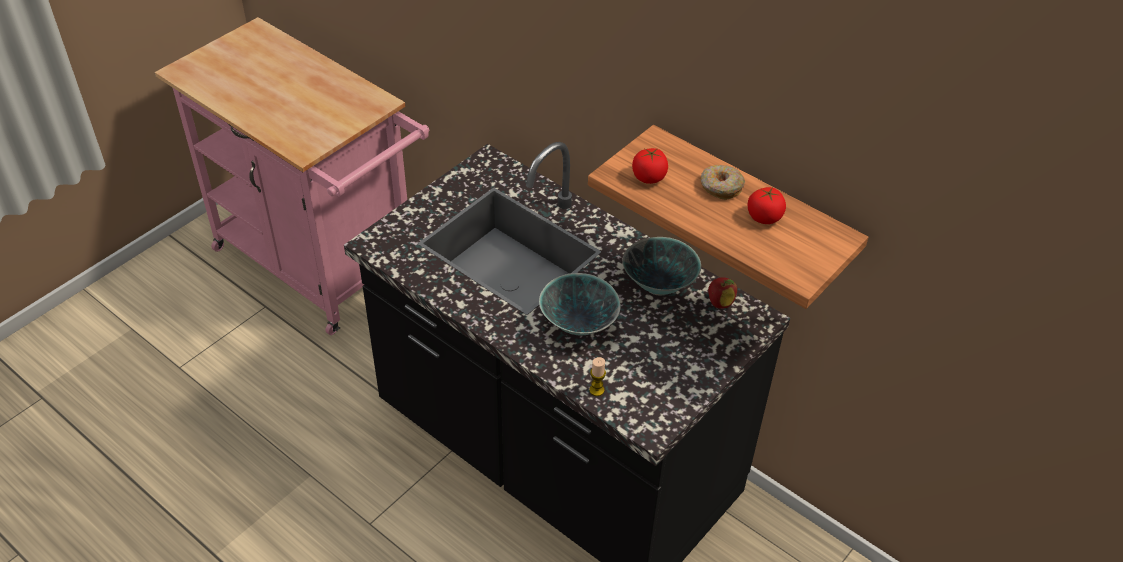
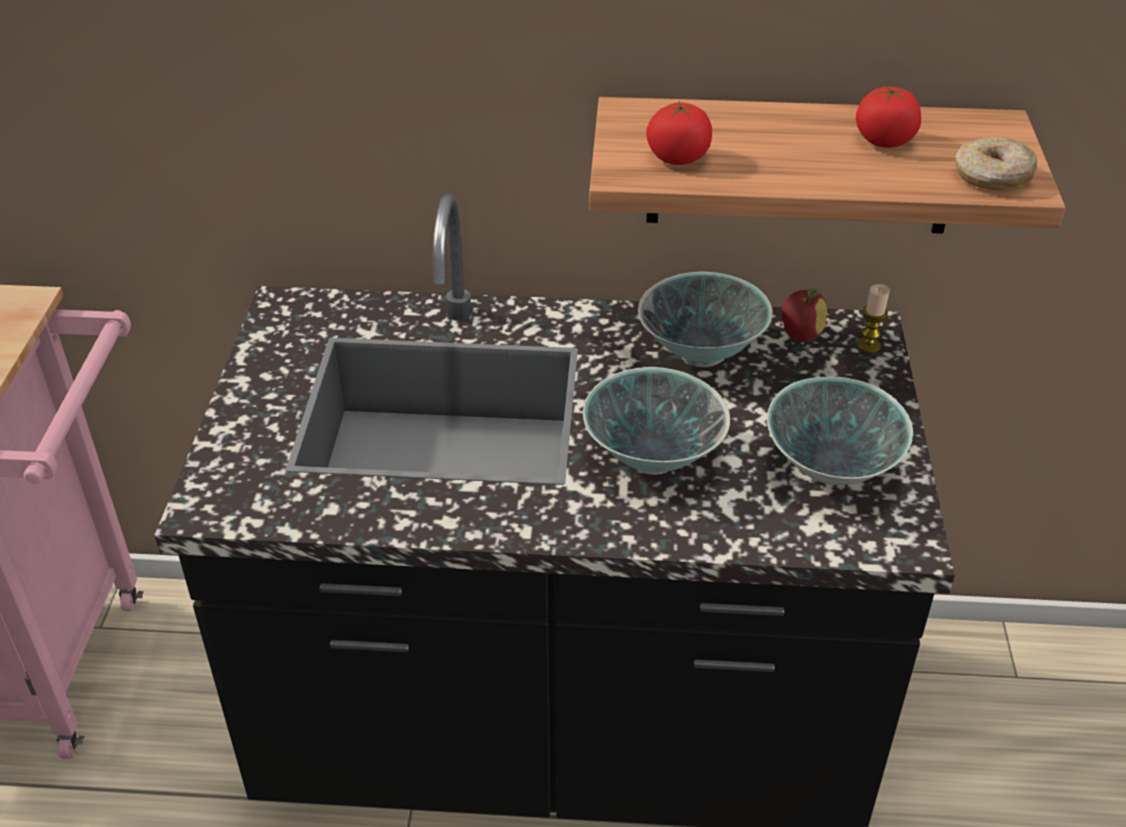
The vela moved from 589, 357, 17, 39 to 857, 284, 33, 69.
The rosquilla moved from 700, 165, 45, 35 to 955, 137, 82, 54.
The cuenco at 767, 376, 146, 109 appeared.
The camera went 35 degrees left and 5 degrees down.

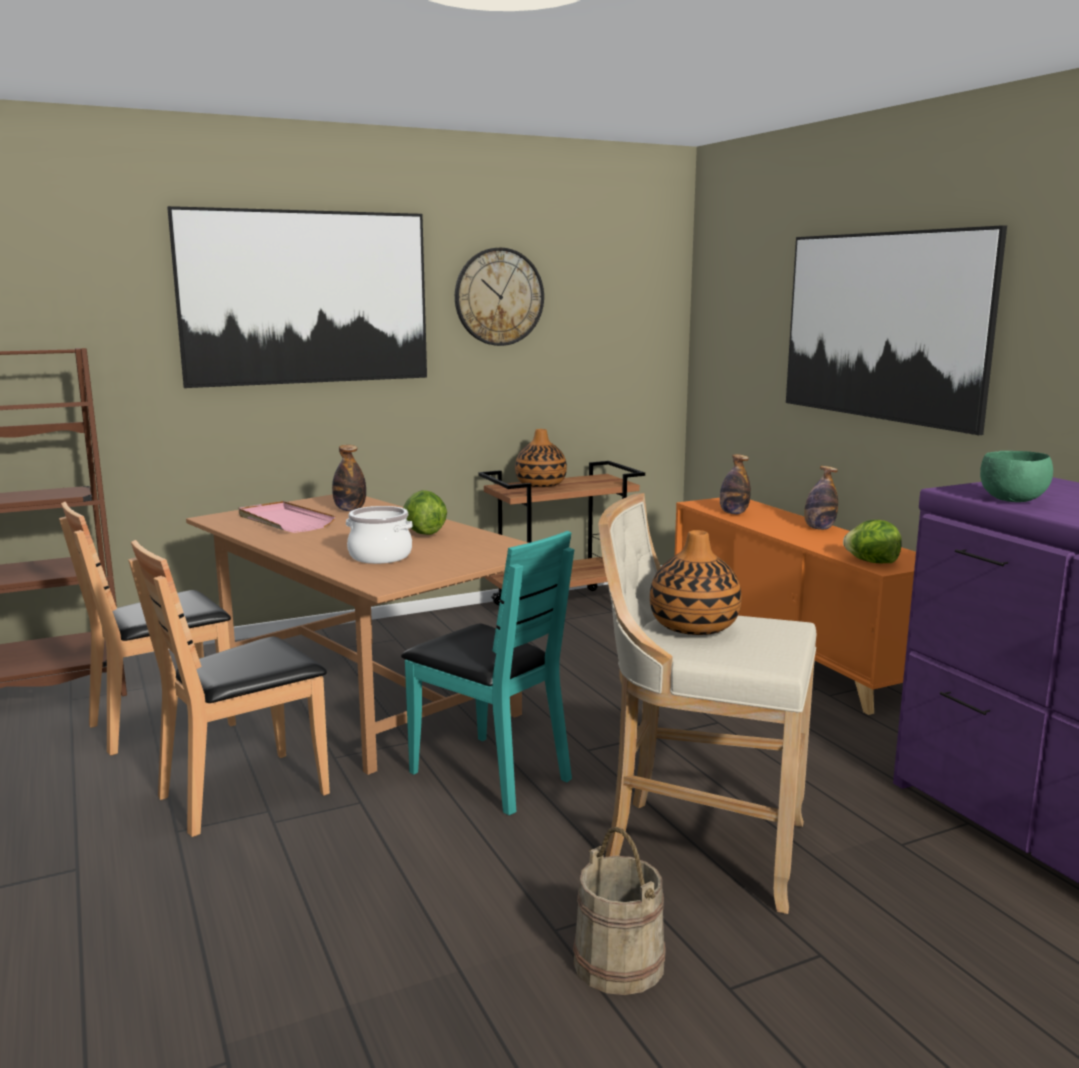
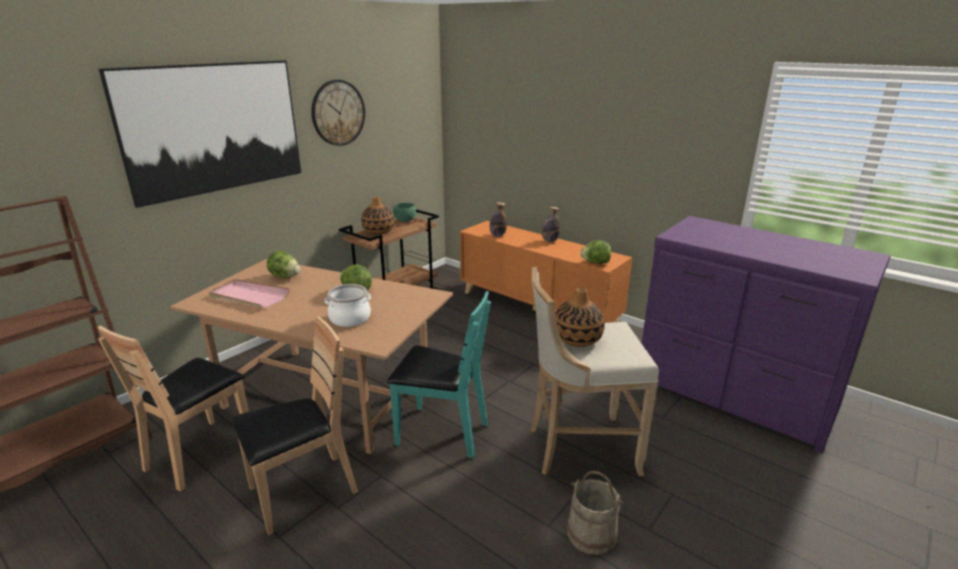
The silla (marrón) at 128, 540, 202, 297 turned 150 degrees counterclockwise.
The botella at 332, 445, 34, 66 was replaced by the lechuga at 267, 251, 33, 27.
The cuadro at 786, 225, 221, 210 disappeared.
The cuenco (verde) moved from 980, 451, 73, 51 to 393, 203, 23, 19.
The camera went 25 degrees left and 10 degrees up.

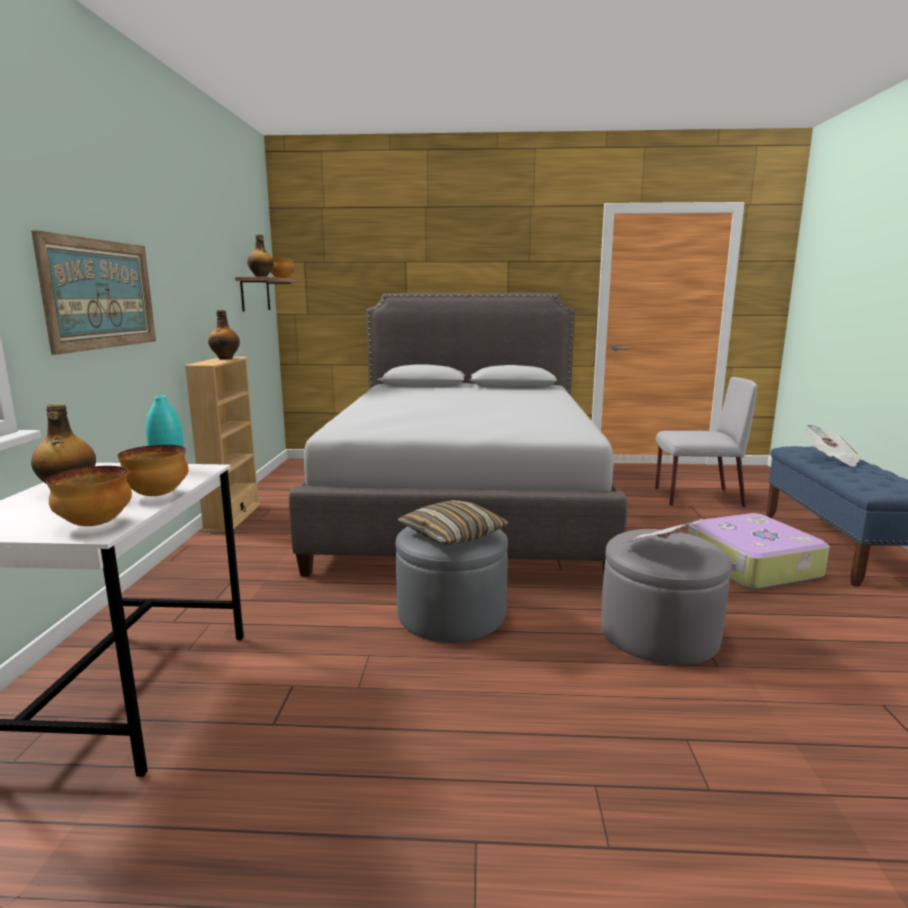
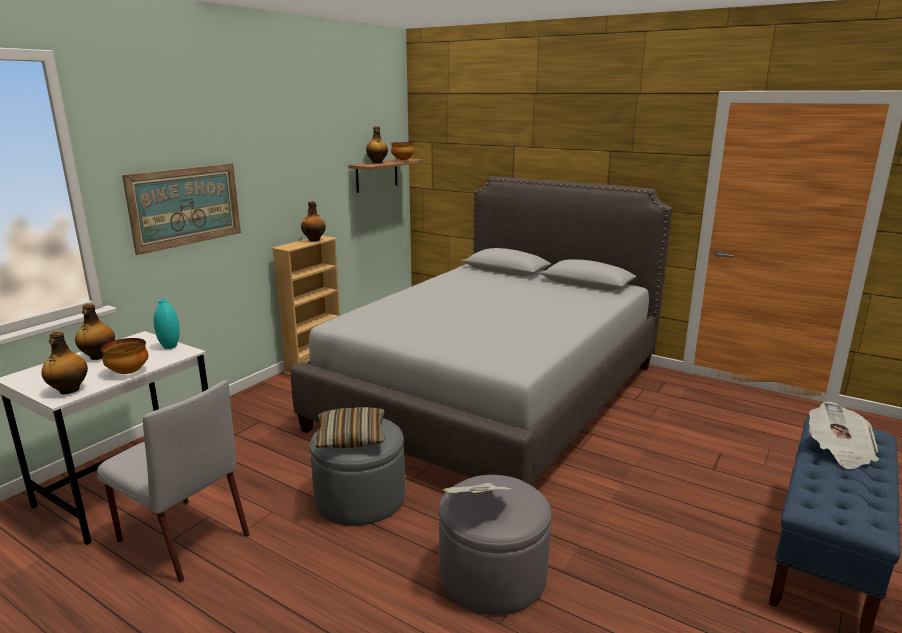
The cuenco at 46, 466, 86, 60 was replaced by the botella at 42, 331, 46, 63.
The silla (gris) moved from 655, 377, 102, 131 to 97, 380, 152, 202.
The maleta at 688, 513, 142, 77 disappeared.
The camera went 30 degrees right and 5 degrees up.

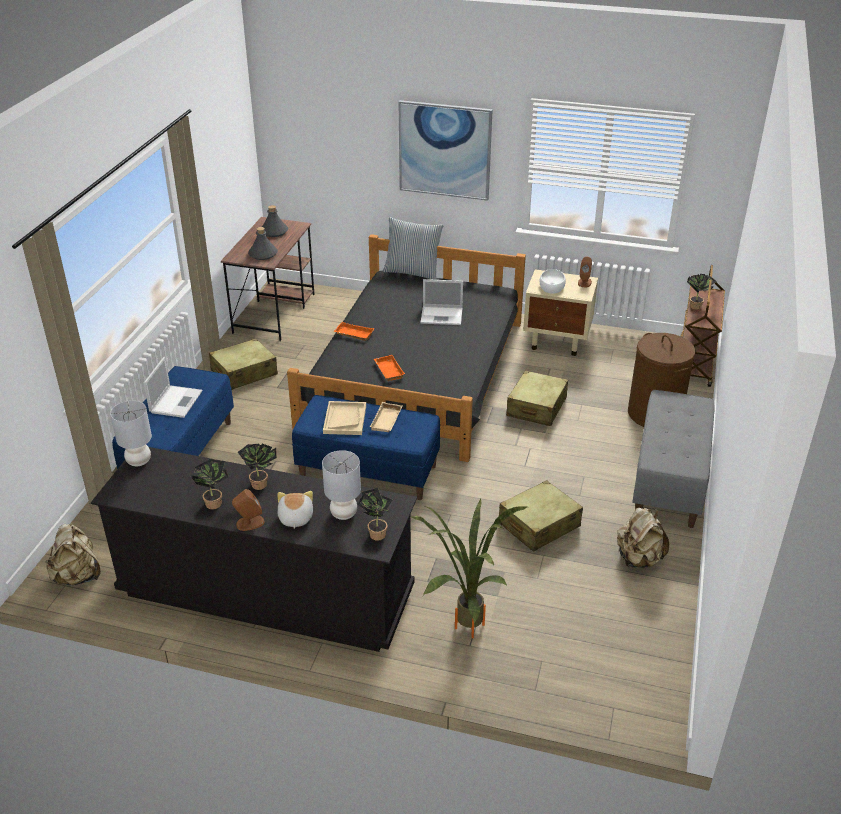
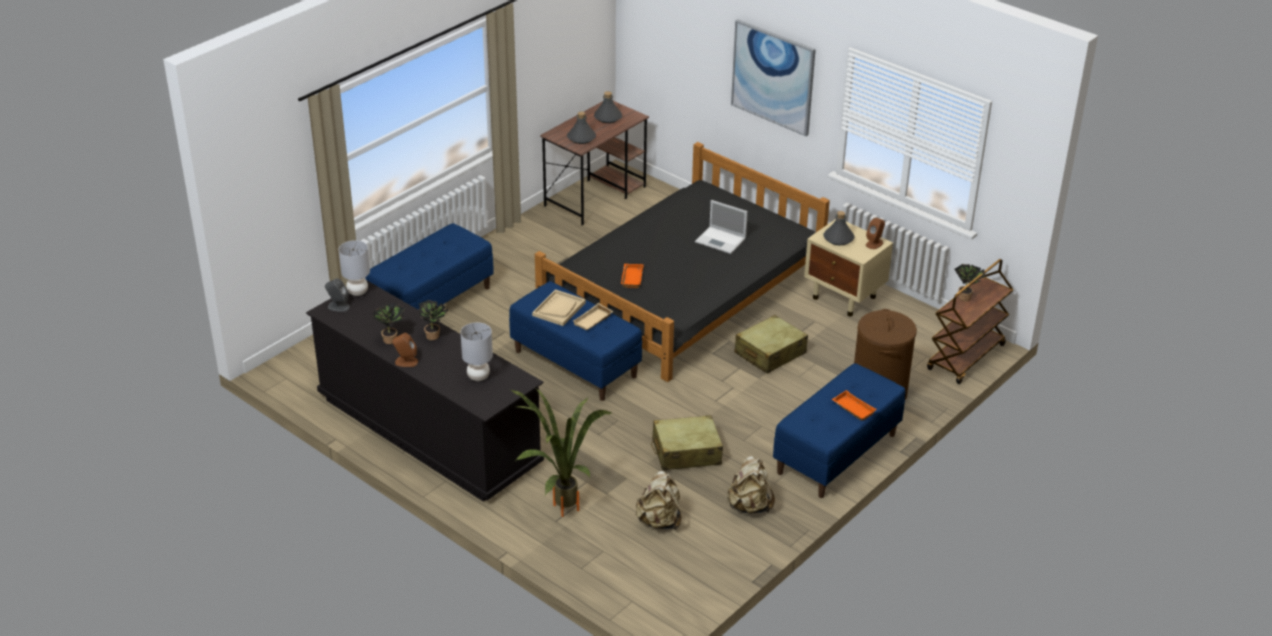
The mochila (beis) moved from 46, 524, 55, 62 to 636, 471, 45, 59.
The portátil at 144, 357, 58, 61 disappeared.
The maleta (beis) at 209, 338, 69, 52 disappeared.
The peluche at 277, 491, 36, 38 disappeared.
The bandeja (naranja) moved from 334, 322, 41, 19 to 832, 390, 45, 31.
The planta en maceta at 357, 488, 35, 53 disappeared.
The cojín at 383, 217, 60, 63 disappeared.
The cuenco (blanco) at 540, 269, 26, 25 was replaced by the botella (gris) at 824, 211, 30, 35.
The banco (gris) at 632, 390, 83, 138 became the banco (azul) at 773, 363, 132, 135.
The altavoz (gris) at 325, 278, 25, 34 appeared.
The camera went 25 degrees right and 0 degrees up.

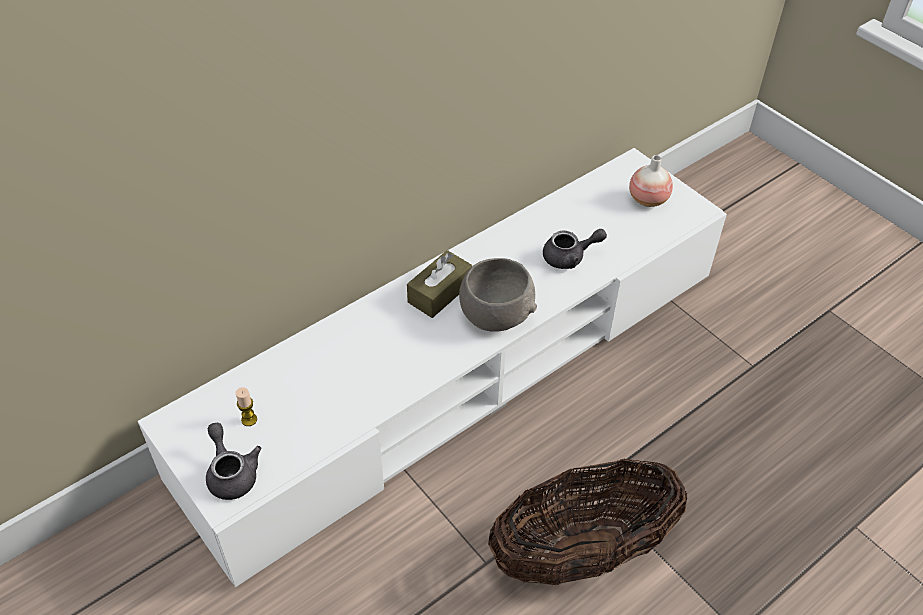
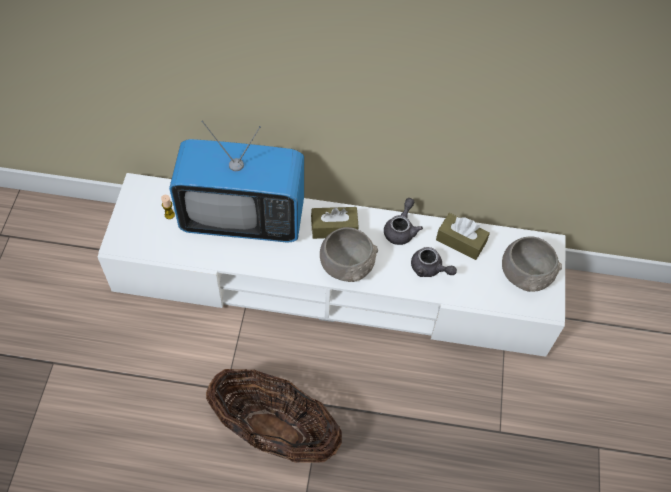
The tetera (gris) moved from 206, 423, 55, 77 to 384, 198, 39, 47.
The florero at 629, 155, 44, 52 was replaced by the cuenco (gris) at 502, 236, 60, 56.
The televisor at 169, 120, 135, 123 appeared.
The caja de pañuelos (marrón) at 436, 213, 54, 47 appeared.
The camera went 45 degrees right and 10 degrees up.

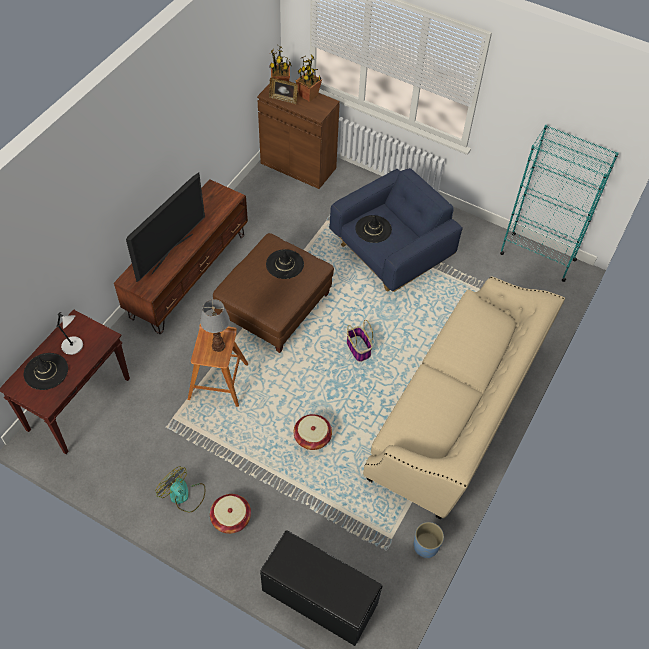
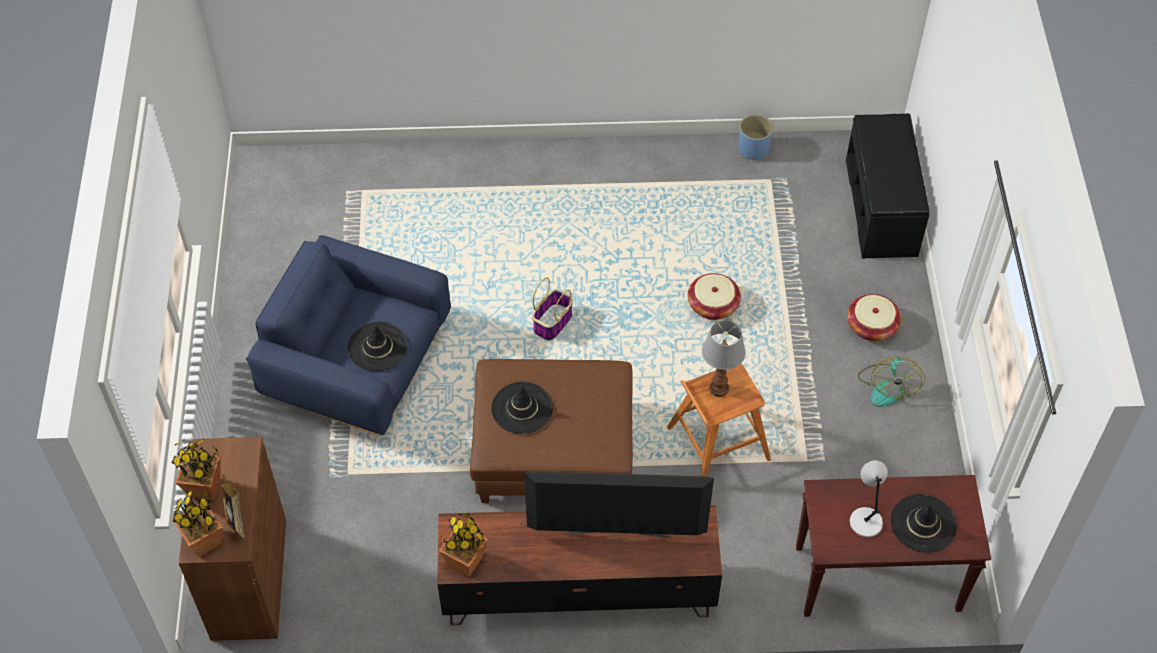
The sofá (beis) at 363, 276, 202, 243 disappeared.
The estantería (turquesa) at 500, 125, 119, 157 disappeared.
The planta en maceta at 439, 514, 49, 63 appeared.
The camera went 120 degrees left and 0 degrees up.

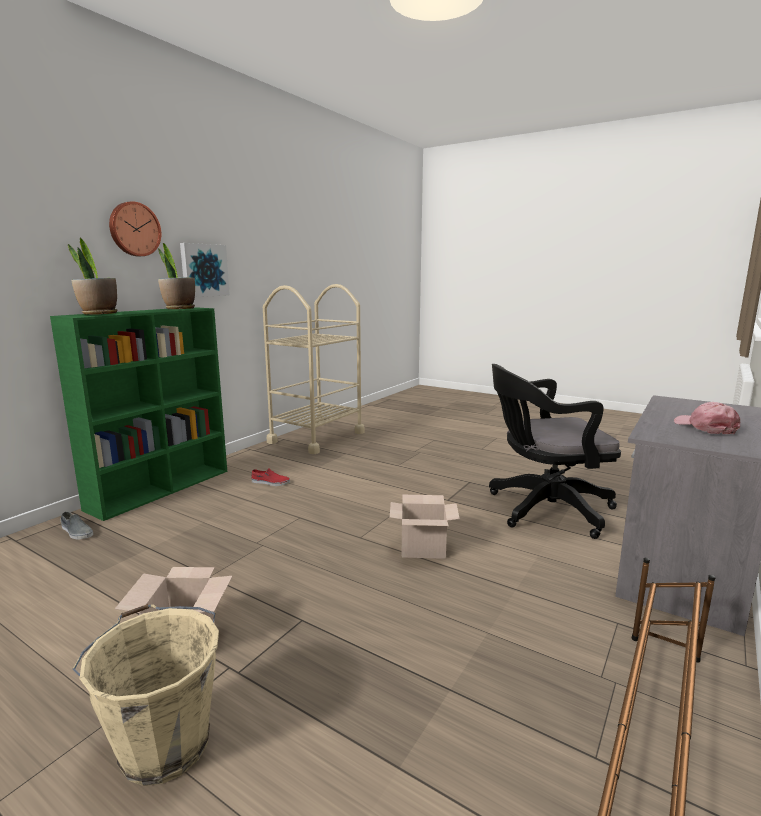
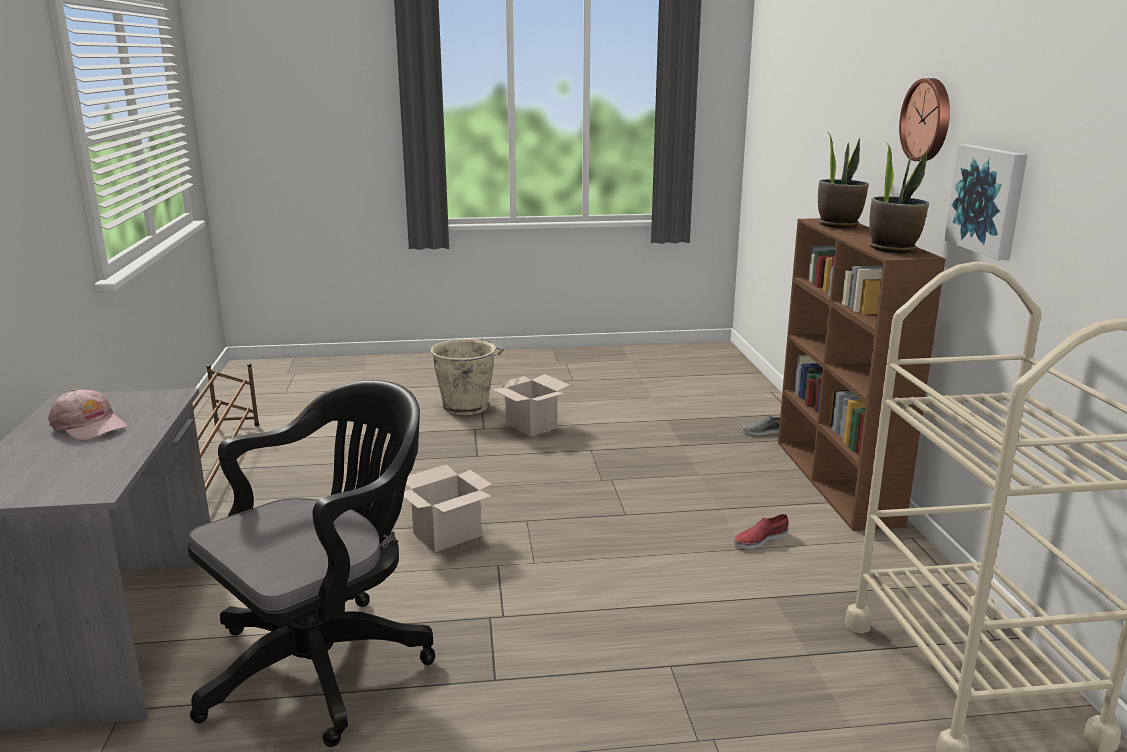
The estantería (verde) at 50, 307, 177, 214 became the estantería (marrón) at 778, 218, 167, 313.
The camera went 140 degrees right and 5 degrees up.

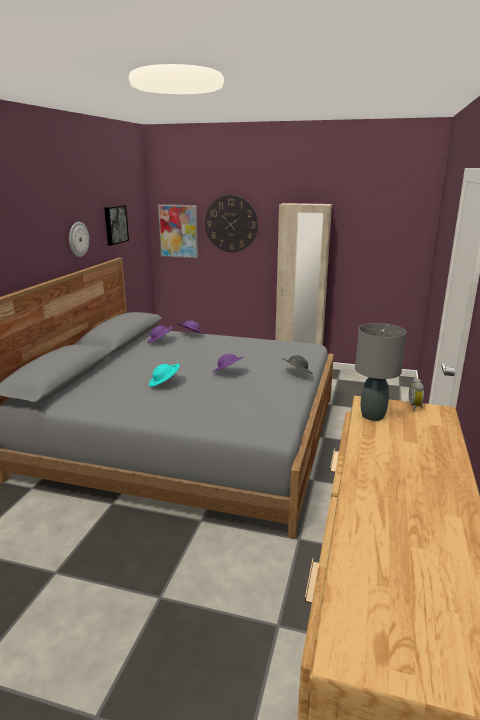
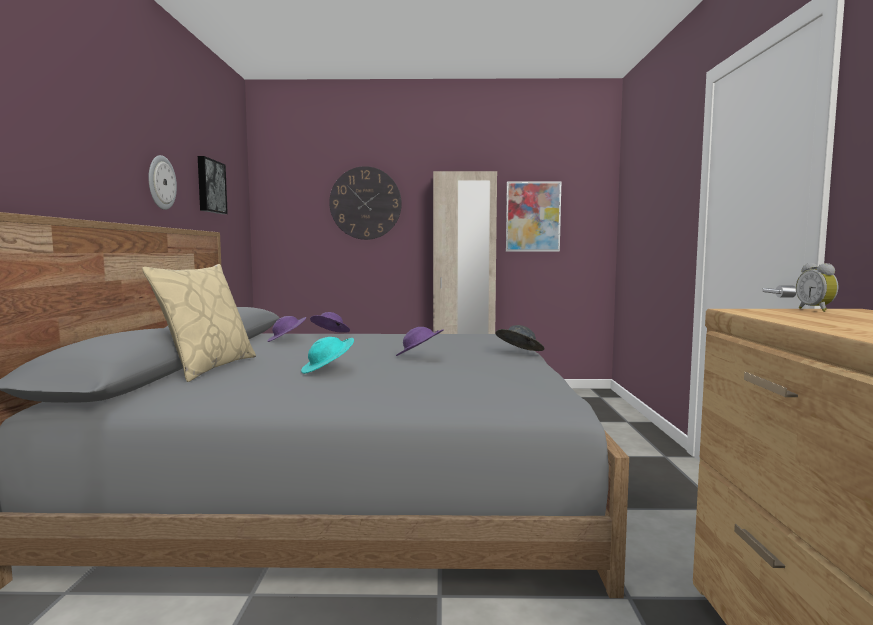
The cuadro moved from 158, 204, 40, 54 to 506, 181, 56, 71.
The lámpara de mesa (gris) at 355, 323, 52, 98 disappeared.
The cojín (beis) at 142, 264, 114, 118 appeared.
The camera went 15 degrees left and 15 degrees down.

